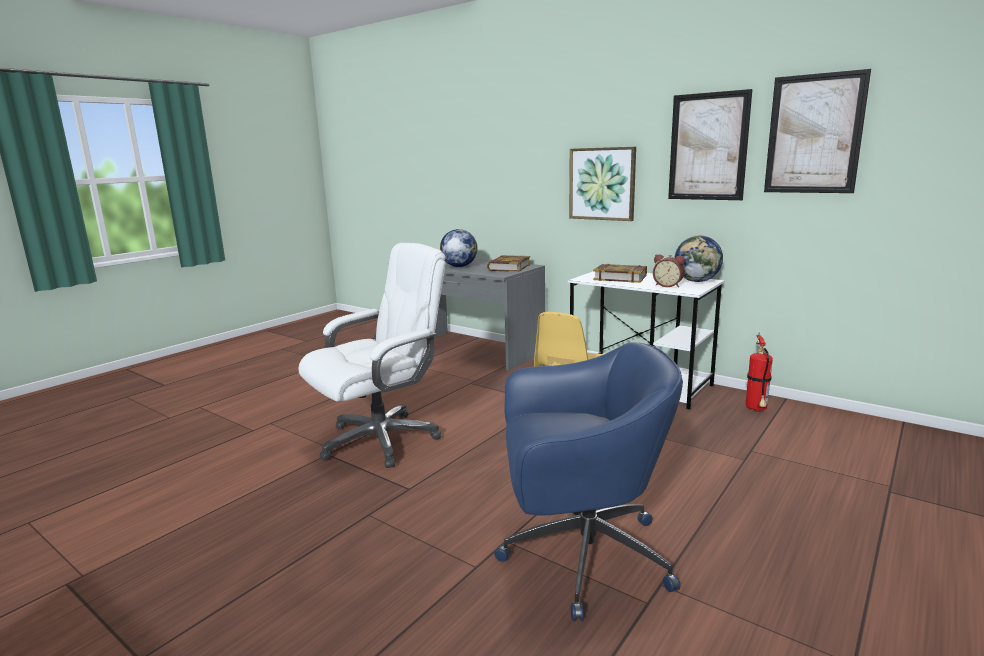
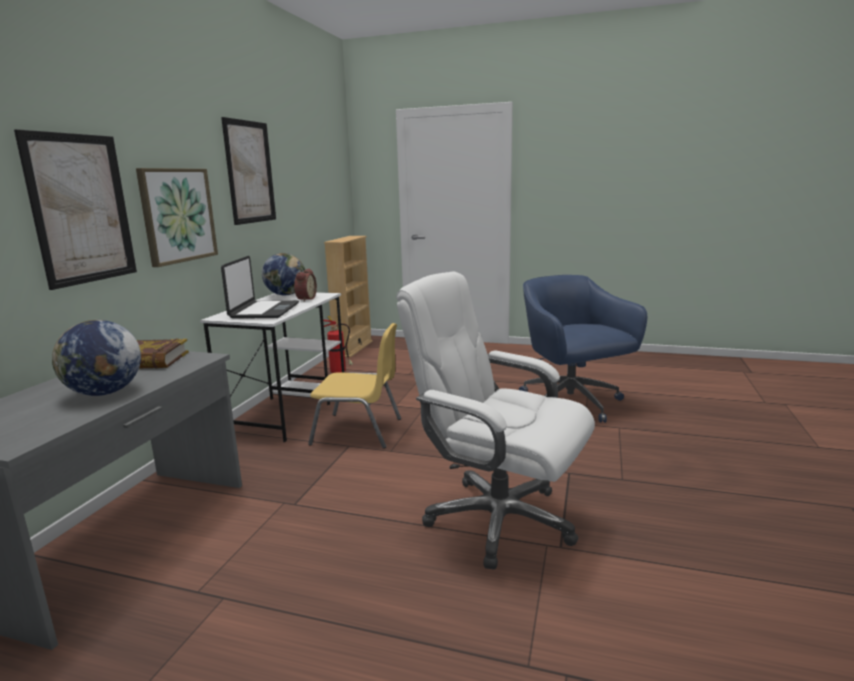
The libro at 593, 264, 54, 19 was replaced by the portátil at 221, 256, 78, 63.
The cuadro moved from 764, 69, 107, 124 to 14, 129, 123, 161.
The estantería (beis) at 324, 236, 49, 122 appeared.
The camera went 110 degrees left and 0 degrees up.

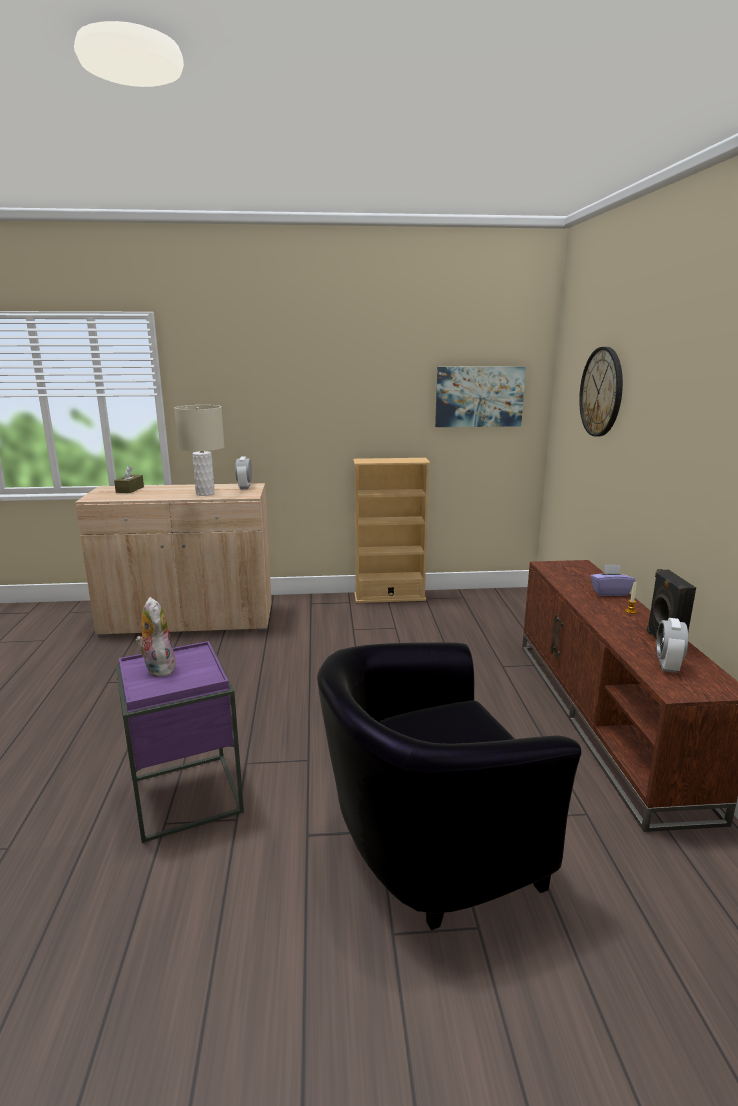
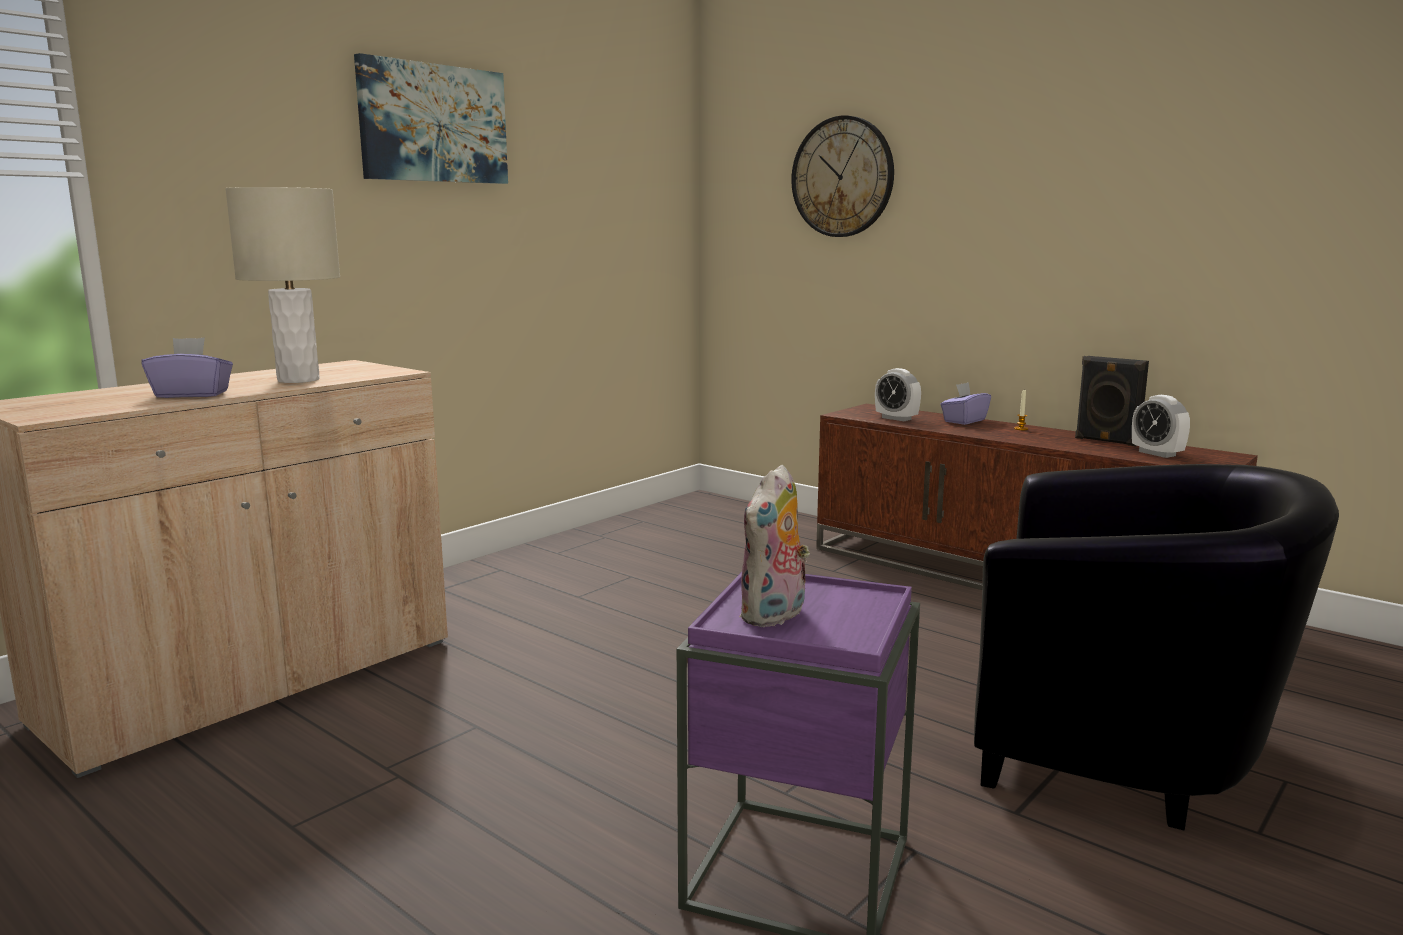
The caja de pañuelos (marrón) at 114, 466, 30, 27 disappeared.
The peluche at 136, 597, 40, 80 turned 75 degrees counterclockwise.
The despertador moved from 235, 456, 17, 33 to 875, 368, 46, 53.
The sillón (negro) at 317, 642, 264, 288 turned 90 degrees counterclockwise.
The estantería (beis) at 353, 458, 78, 145 disappeared.
The cuadro moved from 435, 366, 91, 61 to 354, 53, 154, 131.
The caja de pañuelos (morado) at 142, 337, 91, 61 appeared.
The camera went 45 degrees left and 5 degrees down.

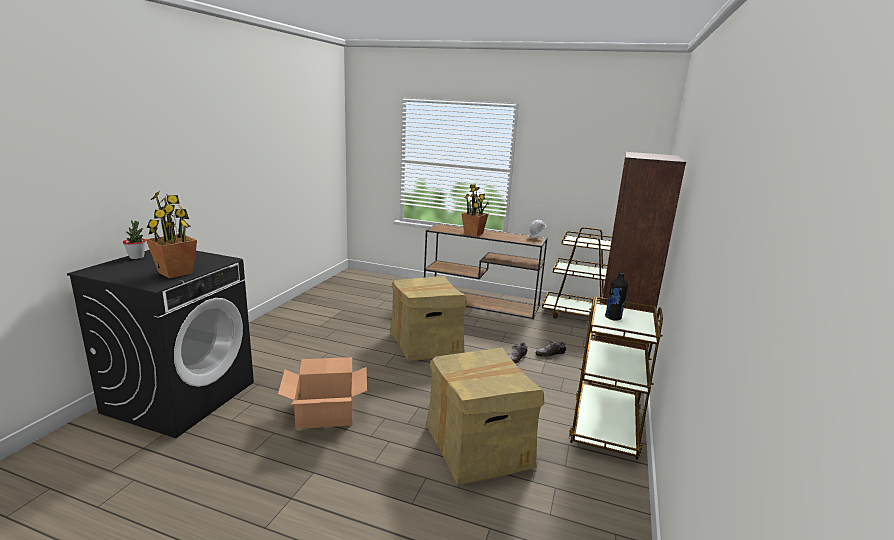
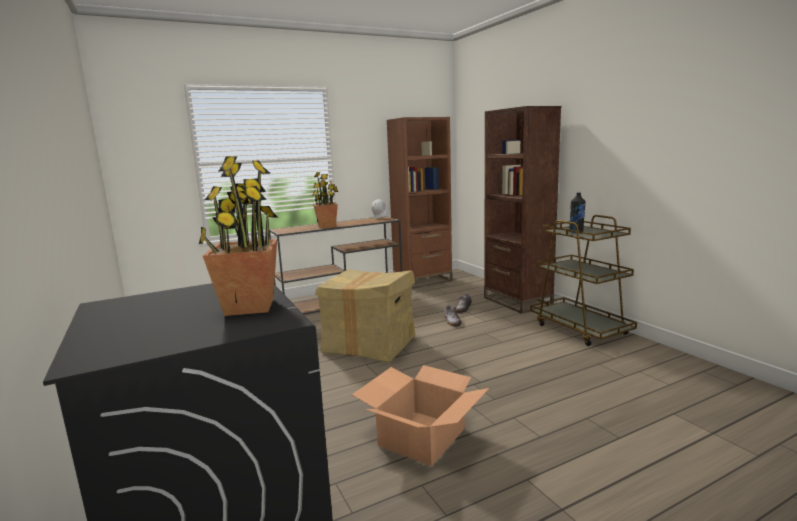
The planta en maceta at 123, 220, 23, 39 disappeared.
The caja de cartón at 426, 347, 118, 138 disappeared.
The carrito (marrón) at 542, 227, 70, 91 was replaced by the estantería (marrón) at 387, 117, 65, 172.
The camera went 45 degrees left and 5 degrees down.

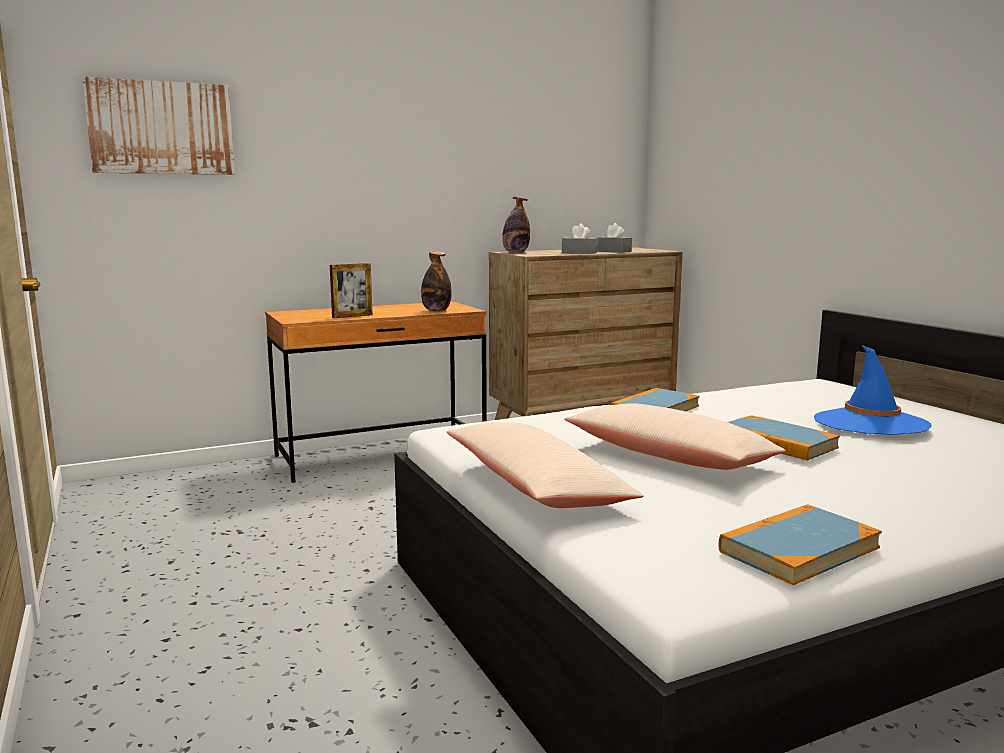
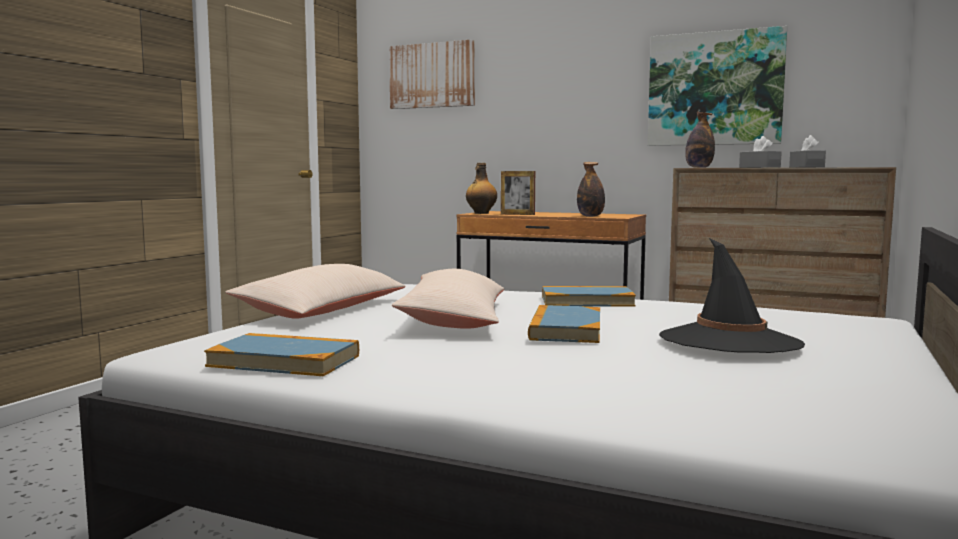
The sombrero (azul) at 814, 345, 118, 90 became the sombrero (negro) at 659, 238, 146, 115.
The botella at 466, 163, 31, 51 appeared.
The cuadro at 648, 26, 139, 120 appeared.
The camera went 50 degrees right and 5 degrees down.

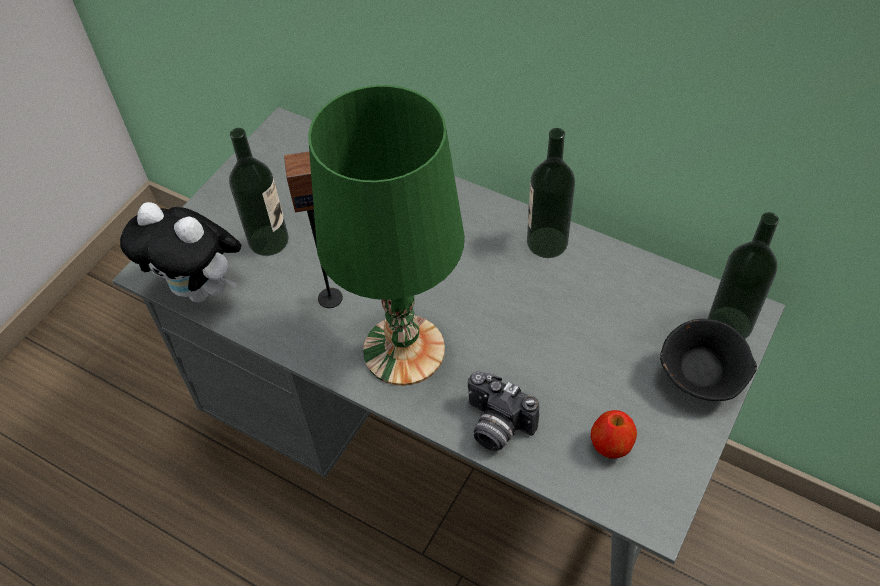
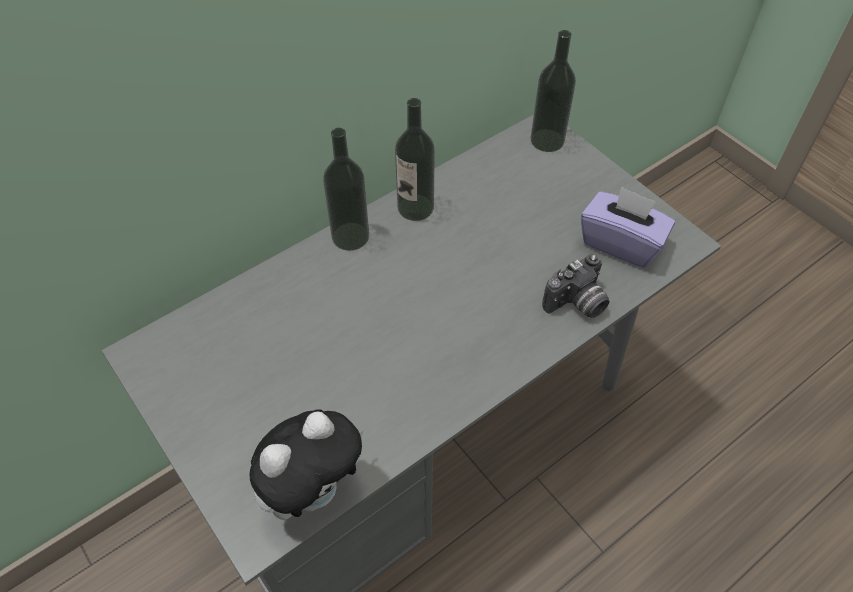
The botella moved from 229, 128, 60, 128 to 323, 128, 46, 123.
The altavoz at 284, 151, 59, 157 disappeared.
The lámpara de mesa (verde) at 308, 85, 157, 301 disappeared.
The manzana at 591, 410, 46, 49 was replaced by the caja de pañuelos (morado) at 581, 186, 94, 82.
The cuenco (negro) at 660, 319, 97, 82 disappeared.
The camera went 70 degrees left and 0 degrees up.

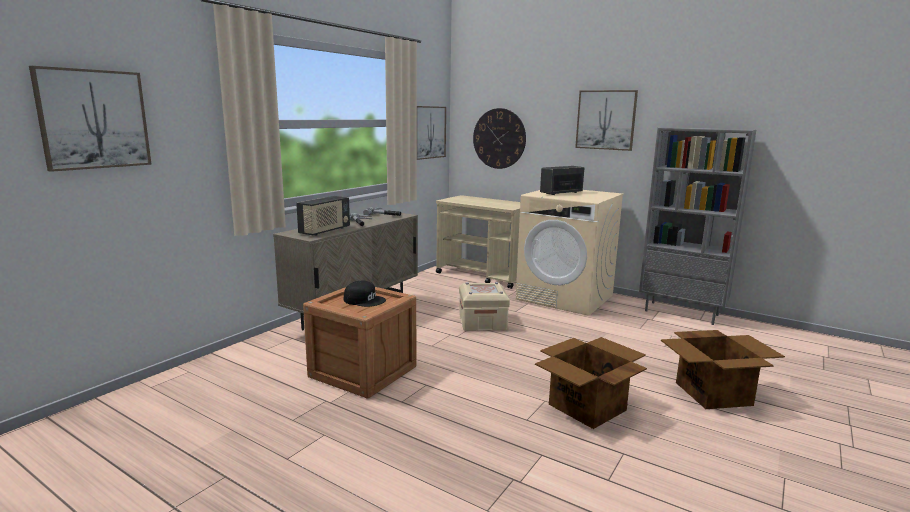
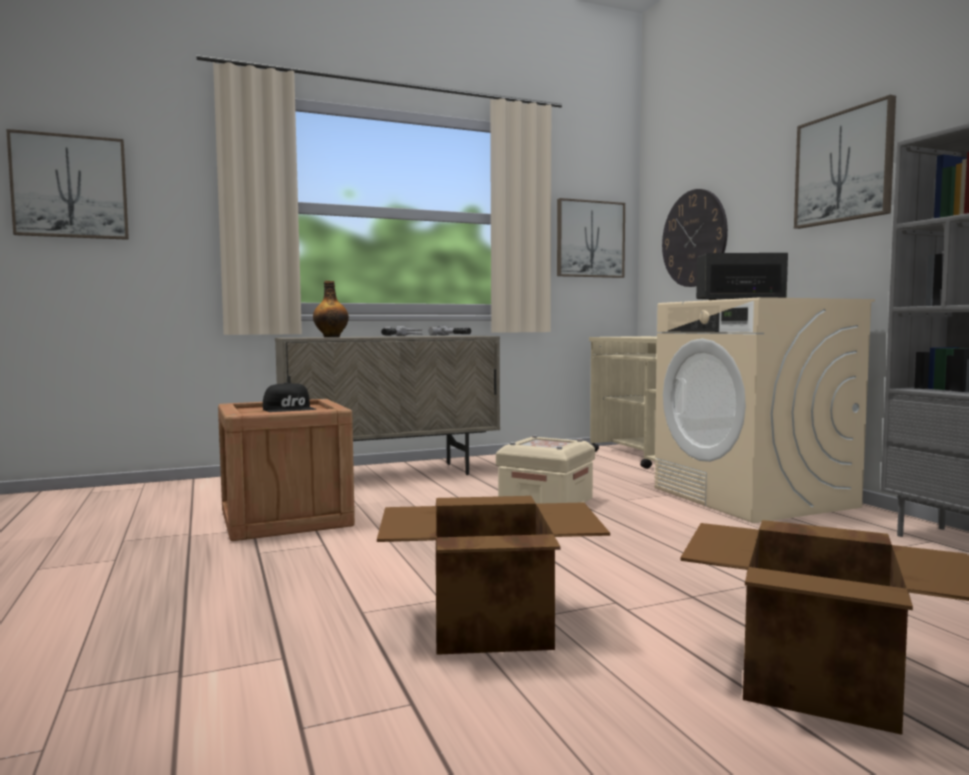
The radio at 296, 196, 54, 39 was replaced by the botella at 313, 281, 36, 56.
The camera went 35 degrees right and 10 degrees down.

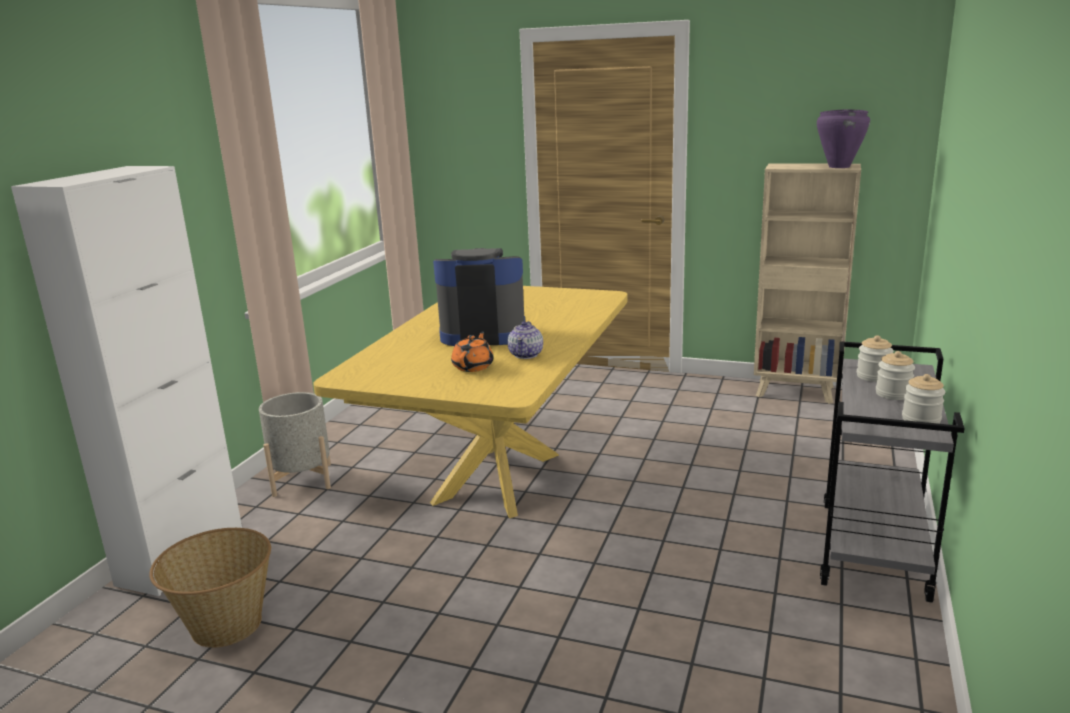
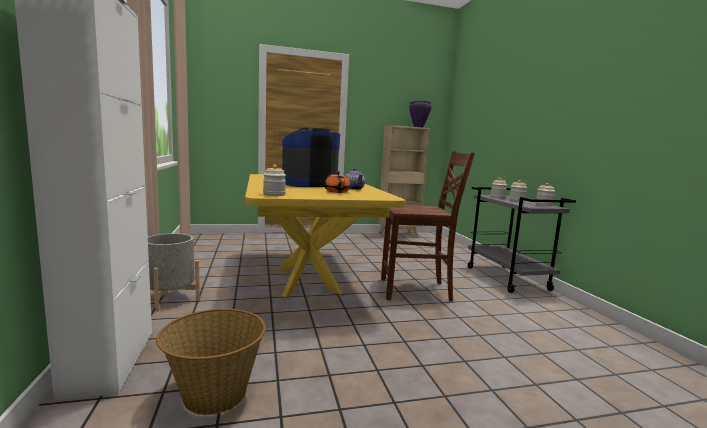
The tarro at 263, 165, 23, 31 appeared.
The silla (marrón) at 381, 151, 94, 151 appeared.
The camera went 35 degrees left and 10 degrees down.

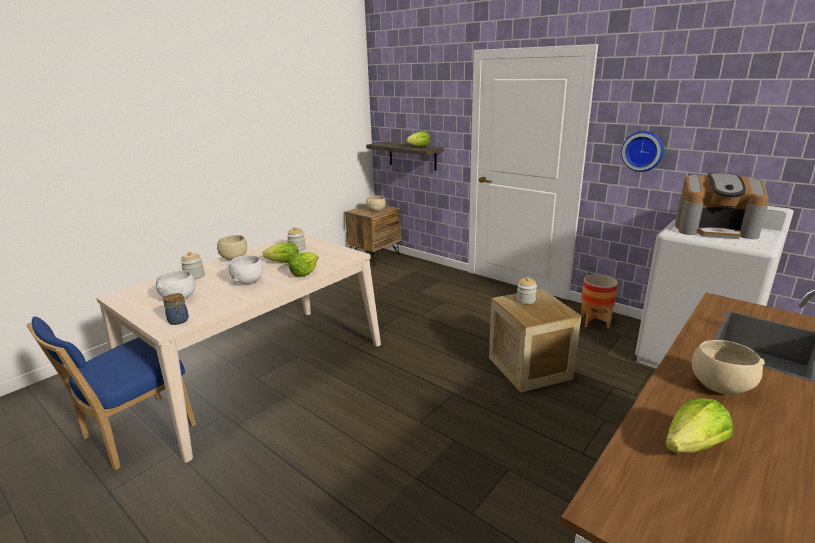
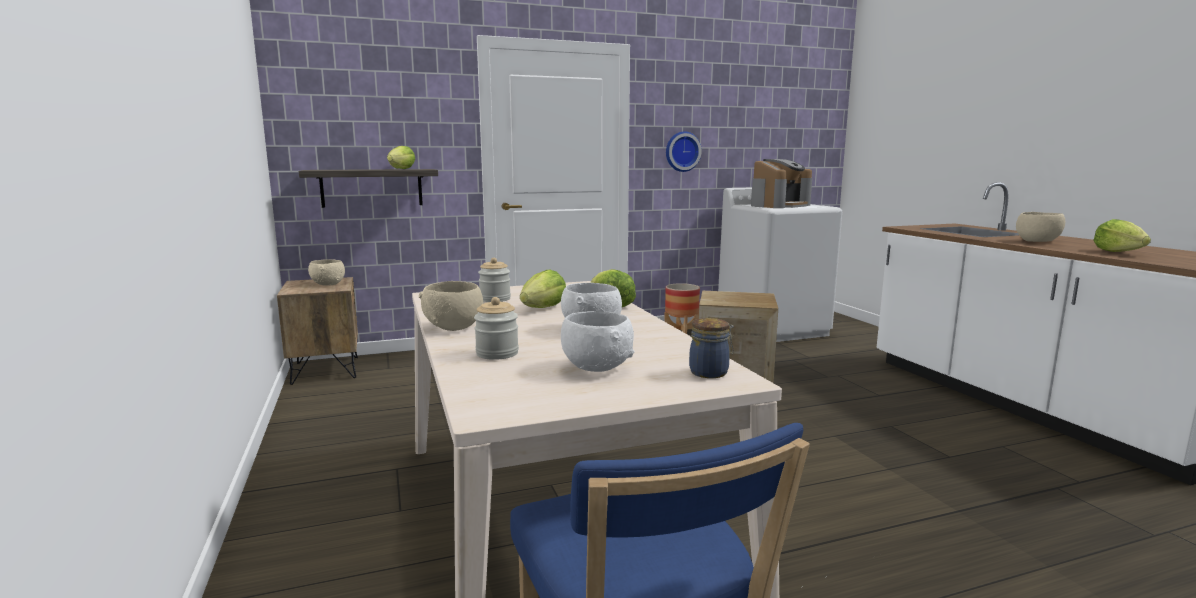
The tarro at 517, 277, 20, 27 disappeared.
The camera went 60 degrees left and 10 degrees down.

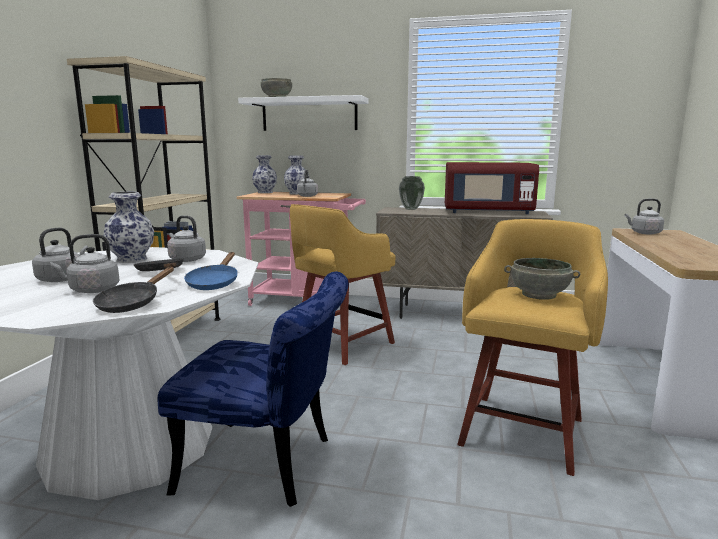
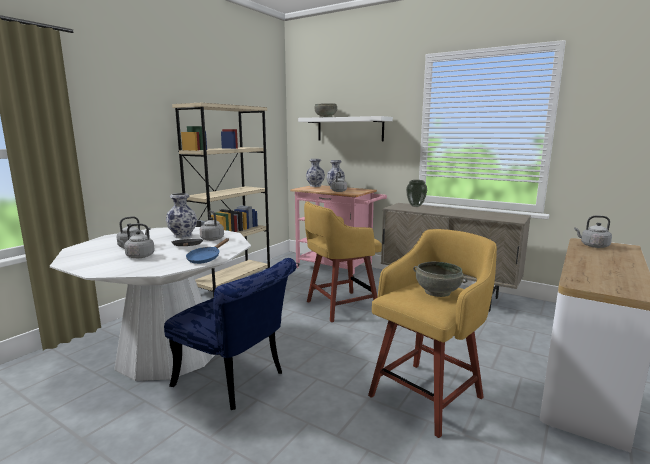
The sartén (negro) at 93, 267, 81, 46 disappeared.
The microondas (rojo) at 445, 162, 94, 52 disappeared.
The camera went 20 degrees right and 0 degrees up.

